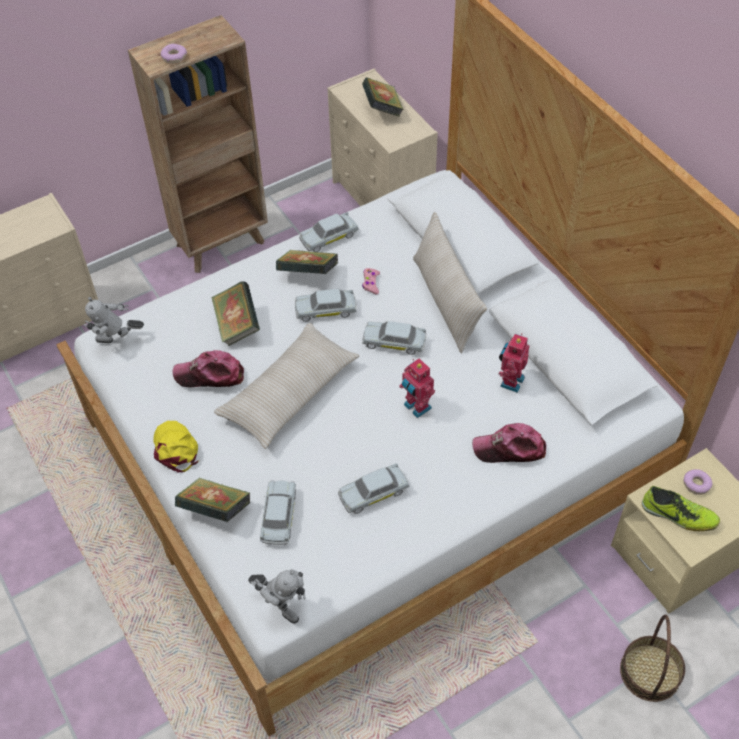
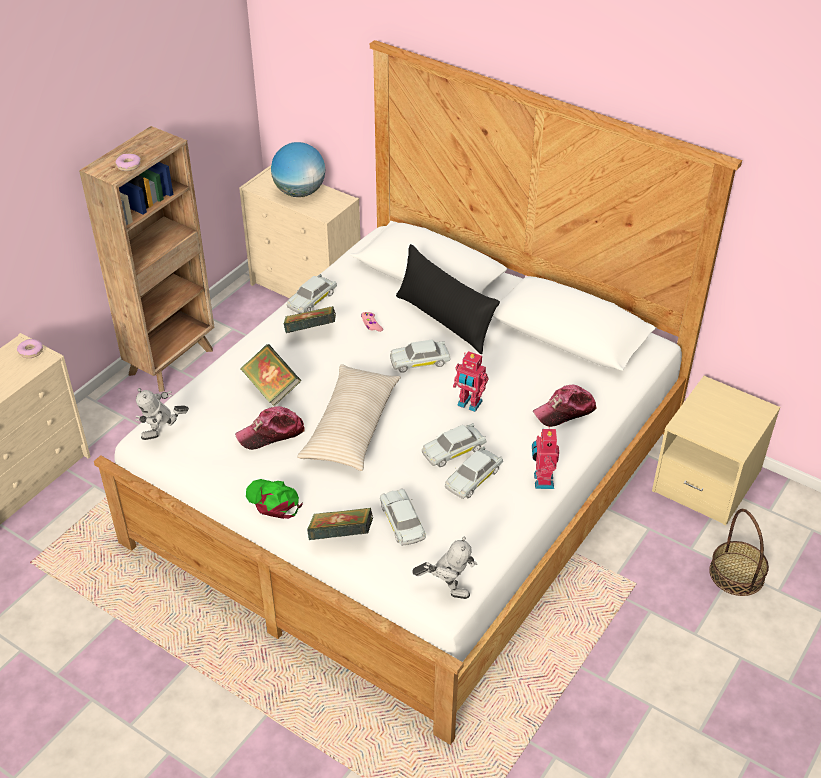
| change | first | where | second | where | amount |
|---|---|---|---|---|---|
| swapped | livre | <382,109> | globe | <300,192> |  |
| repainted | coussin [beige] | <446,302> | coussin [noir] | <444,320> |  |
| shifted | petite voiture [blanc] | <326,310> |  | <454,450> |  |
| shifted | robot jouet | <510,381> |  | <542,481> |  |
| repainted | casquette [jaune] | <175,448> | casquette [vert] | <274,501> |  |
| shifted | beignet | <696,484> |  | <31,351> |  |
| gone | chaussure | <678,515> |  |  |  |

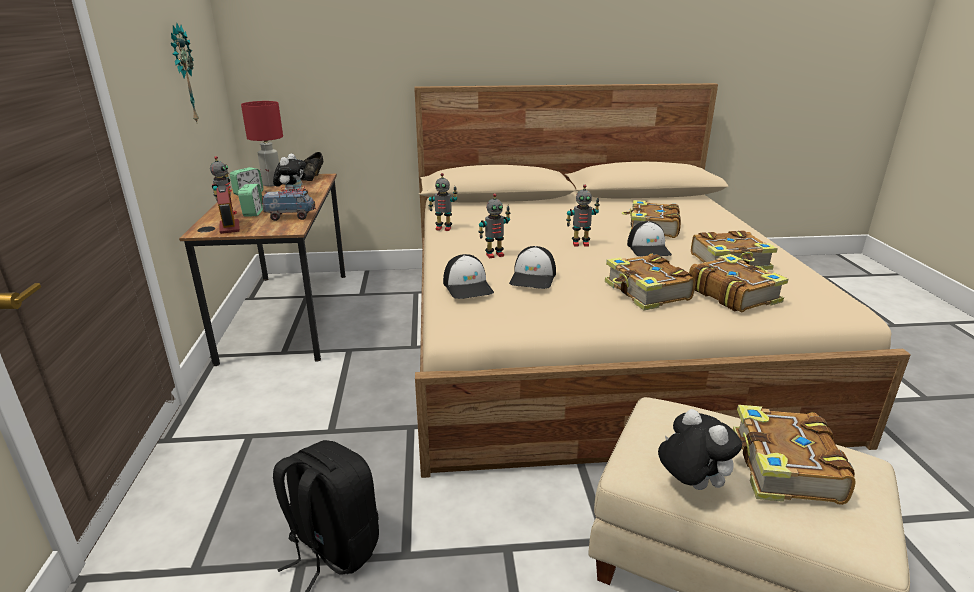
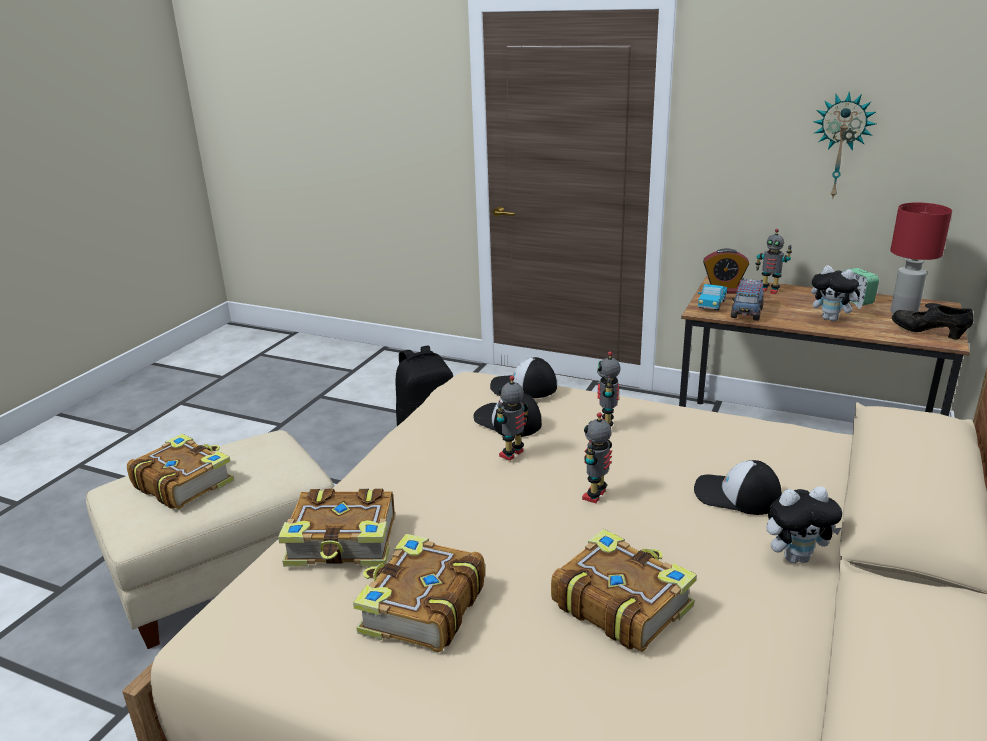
| change | first | where | second | where | amount |
|---|---|---|---|---|---|
| shifted | robot jouet | <443,228> |  | <513,454> |  |
| gone | réveil | <253,213> |  |  |  |
| shifted | casquette | <649,249> |  | <736,495> |  |
| gone | livre | <646,292> |  |  |  |
| shifted | peluche | <690,484> |  | <796,557> |  |
| new |  |  | camion jouet | <711,305> |  |

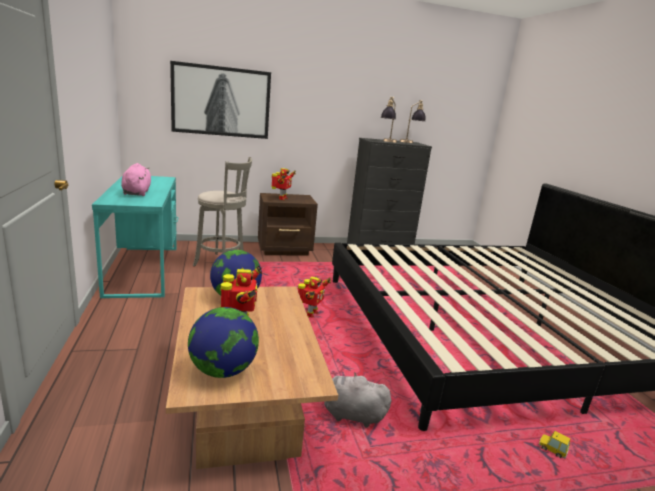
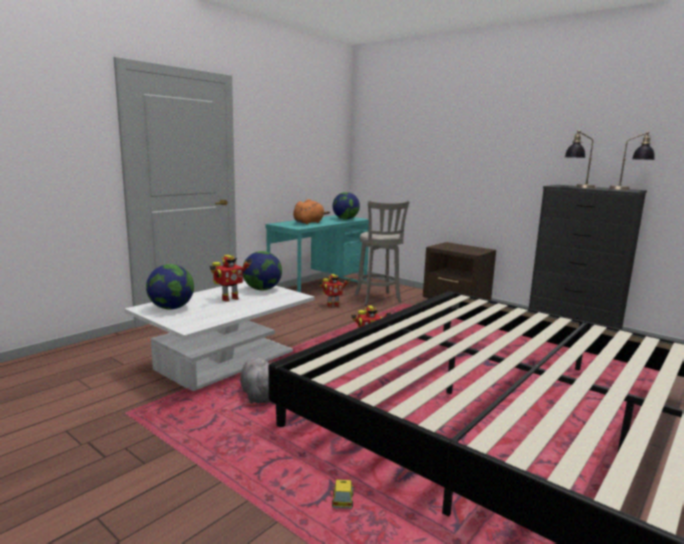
| change | first | where | second | where | amount |
|---|---|---|---|---|---|
| gone | tableau | <221,101> |  |  |  |
| repainted | peluche [rose] | <137,193> | peluche [orange] | <309,222> |  |
| shifted | robot jouet | <282,198> |  | <332,305> |  |
| repainted | table basse [marron] | <244,400> | table basse [blanc] | <226,360> |  |
| new |  |  | globe | <345,219> |  |

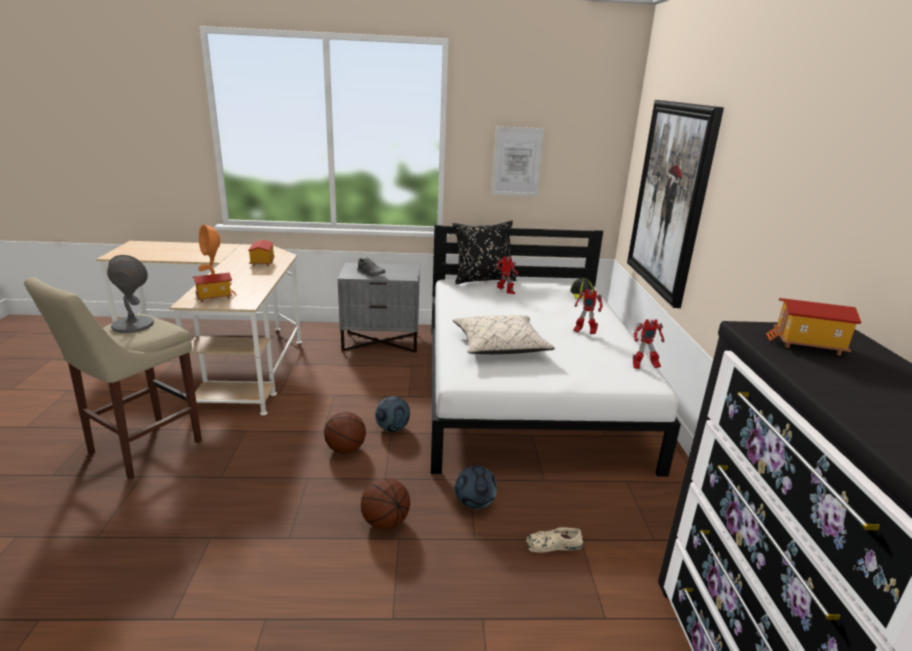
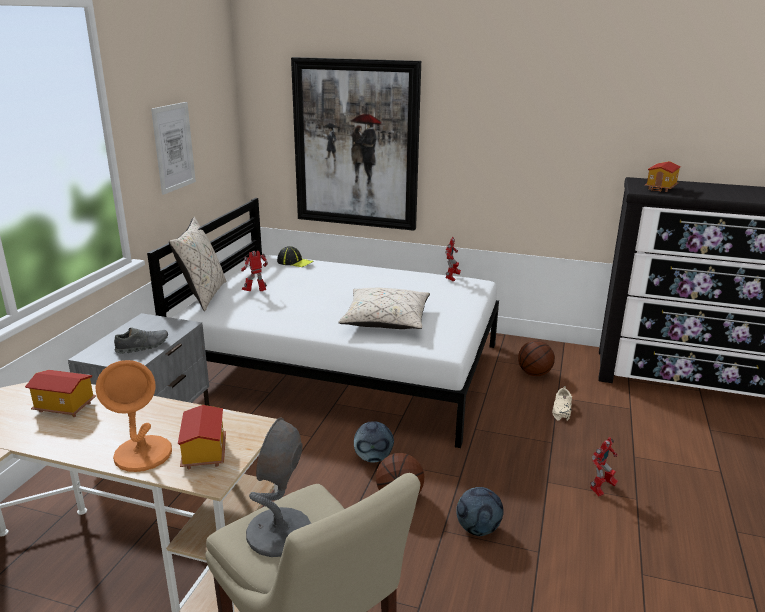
| change | first | where | second | where | amount |
|---|---|---|---|---|---|
| repainted | coussin [noir] | <482,279> | coussin [beige] | <203,295> |  |
| shifted | robot jouet | <584,332> |  | <601,489> |  |
| shifted | ballon de foot | <475,503> |  | <478,529> |  |
| shifted | ballon de basket | <385,522> |  | <534,373> |  |

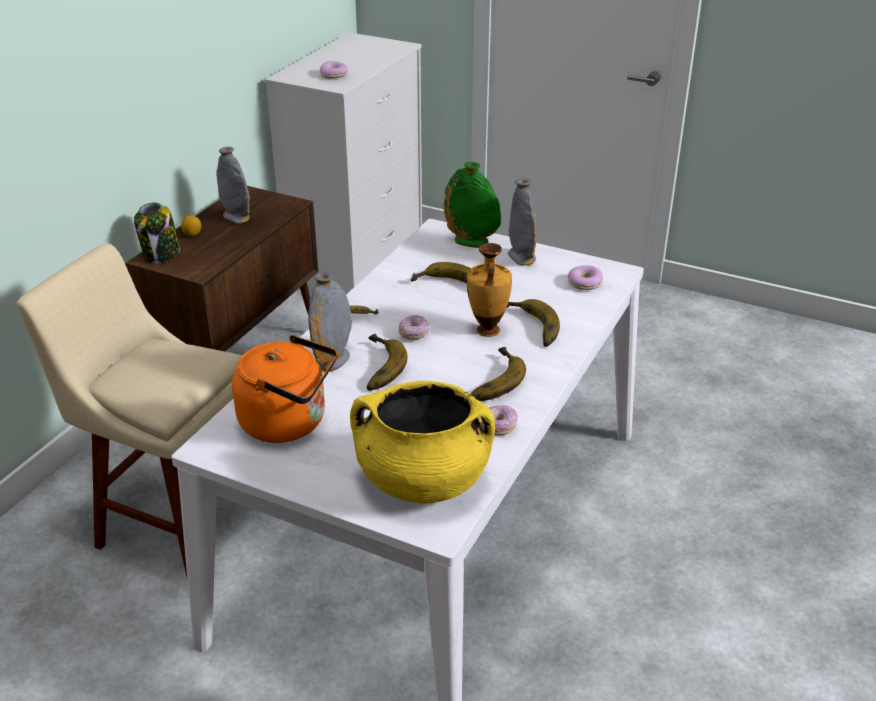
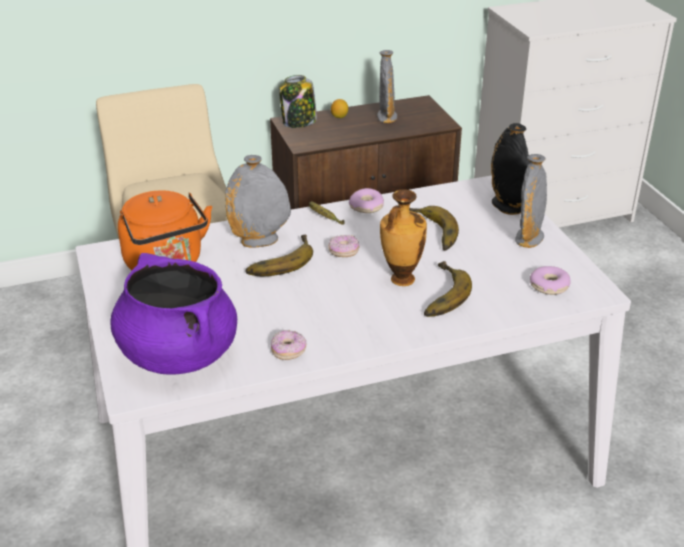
| change | first | where | second | where | amount |
|---|---|---|---|---|---|
| shifted | beignet | <334,75> |  | <367,206> |  |
| repainted | vase [vert] | <471,242> | vase [noir] | <507,206> |  |
| gone | banane | <490,380> |  |  |  |
| repainted | marmite [jaune] | <423,480> | marmite [violet] | <177,354> |  |

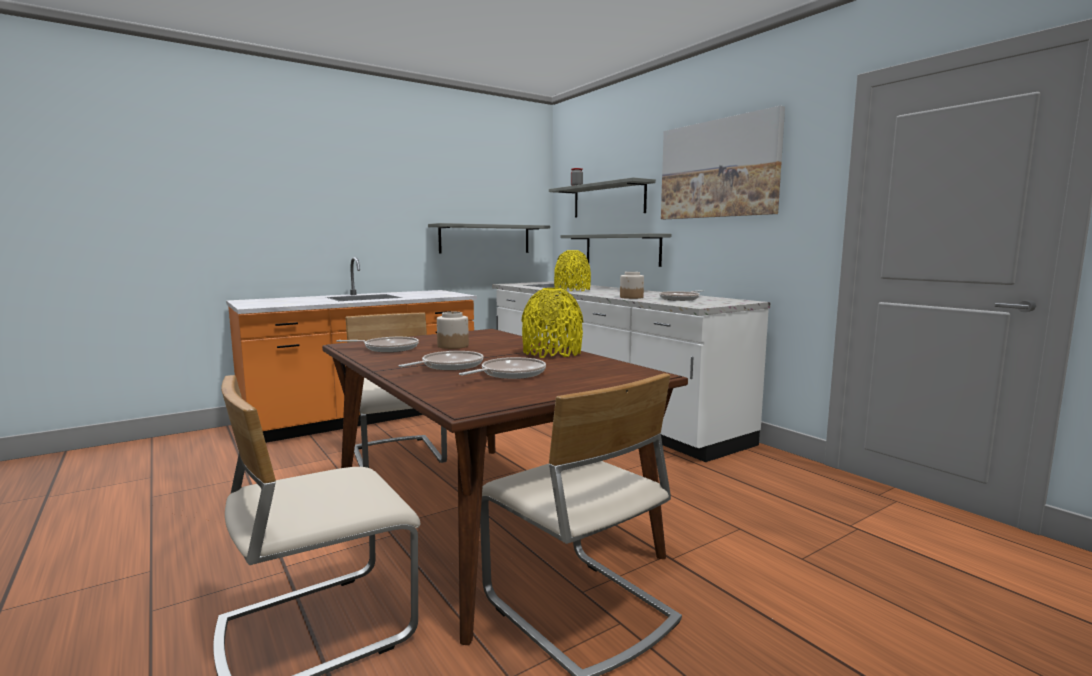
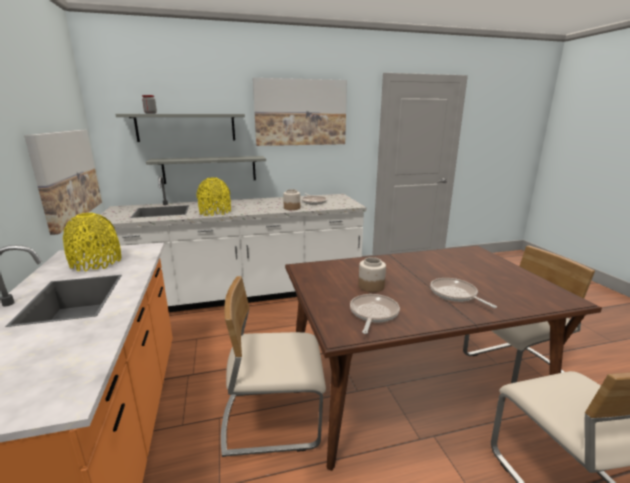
| change | first | where | second | where | amount |
|---|---|---|---|---|---|
| swapped | étagère [gris] | <485,239> | tableau | <67,175> |  |
| shifted | vase [jaune] | <552,353> |  | <96,263> |  |
| gone | poêle | <510,374> |  |  |  |

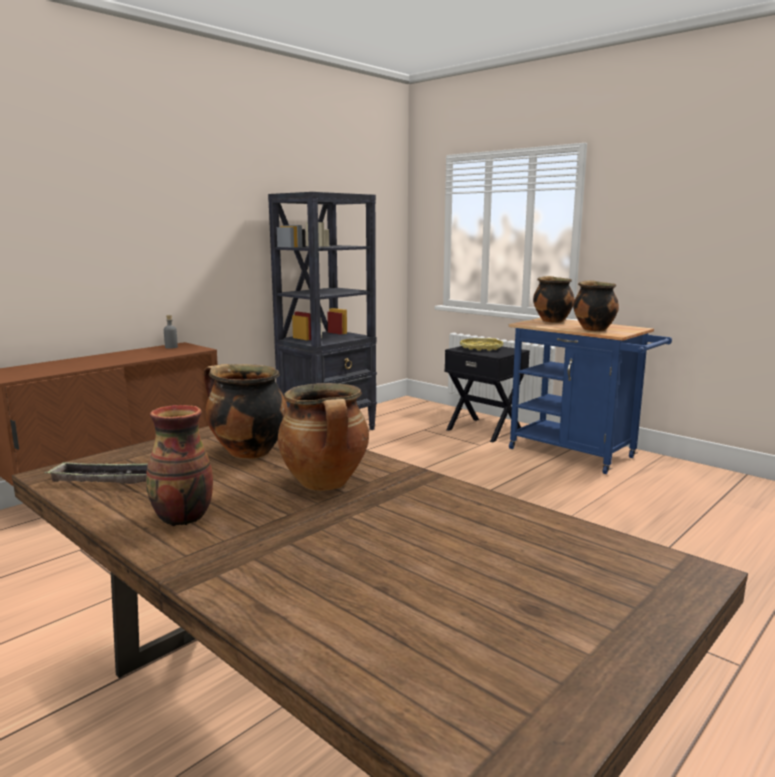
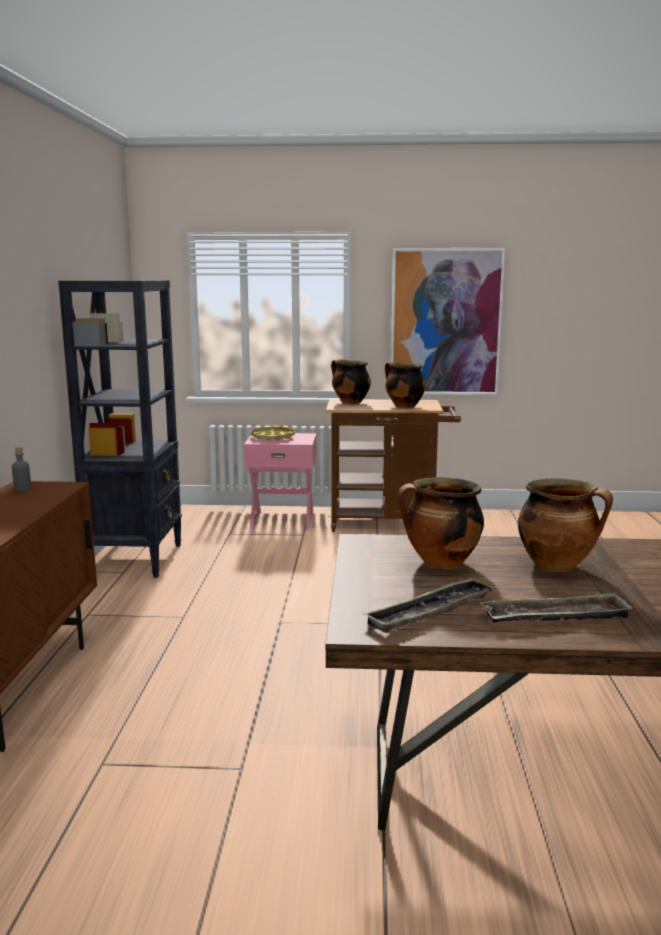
| change | first | where | second | where | amount |
|---|---|---|---|---|---|
| repainted | chariot [bleu] | <578,454> | chariot [marron] | <389,523> |  |
| repainted | table de chevet [noir] | <484,429> | table de chevet [rose] | <282,520> |  |
| swapped | vase | <182,518> | plateau | <555,617> |  |
| new |  |  | tableau | <445,322> |  |

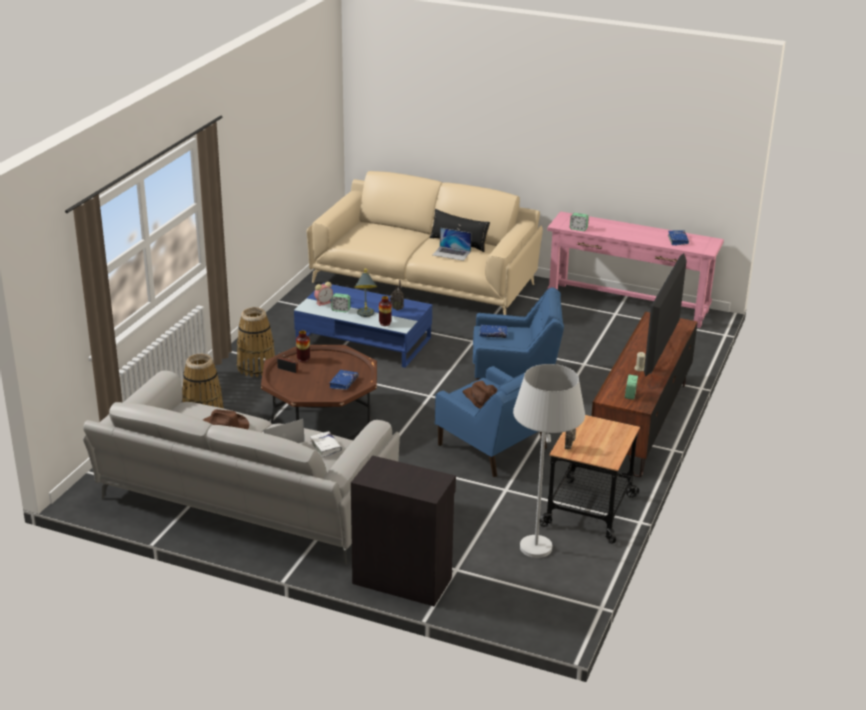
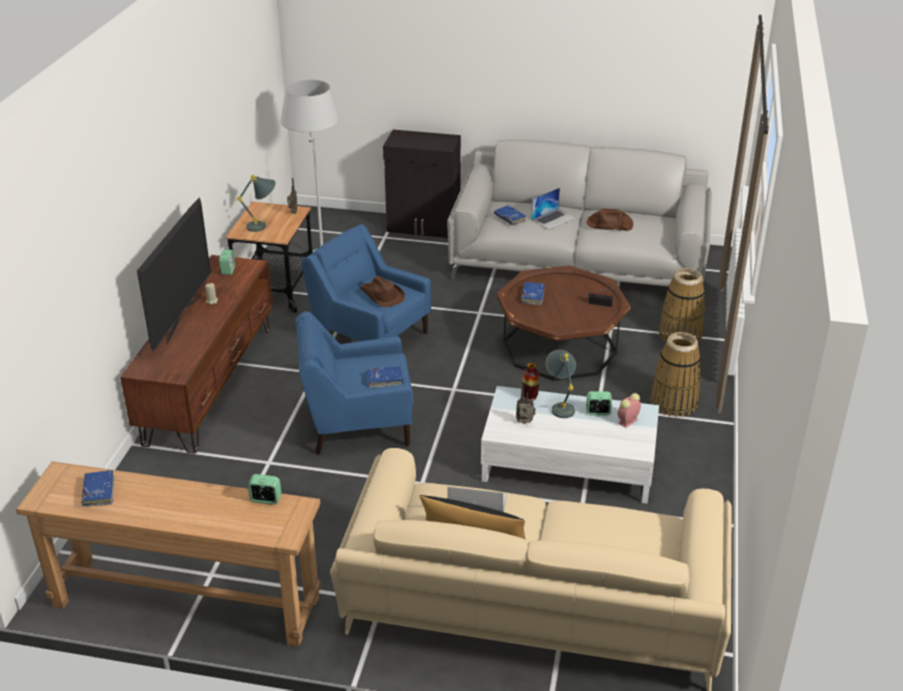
| change | first | where | second | where | amount |
|---|---|---|---|---|---|
| repainted | table console [rose] | <628,304> | table console [marron] | <186,601> |  |
| repainted | table basse [bleu] | <363,340> | table basse [blanc] | <568,463> |  |
| gone | vase | <303,359> |  |  |  |
| repainted | livre [blanc] | <325,447> | livre [bleu] | <510,218> |  |
| new |  |  | lampe de table [gris] | <263,226> |  |

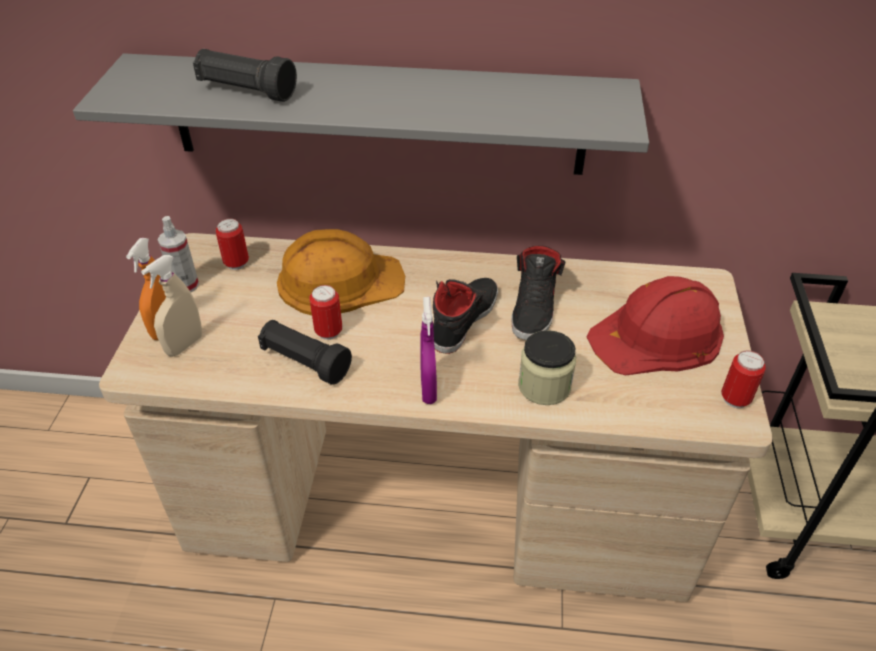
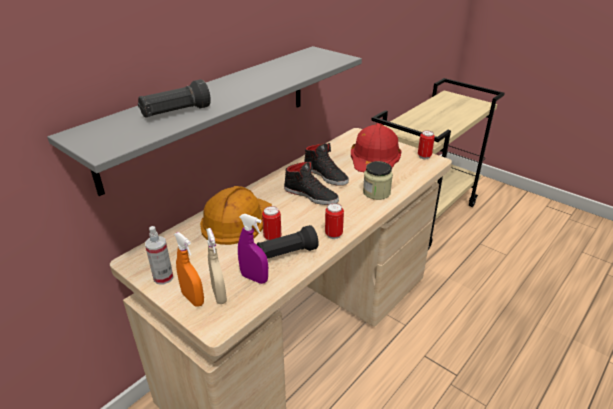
| change | first | where | second | where | amount |
|---|---|---|---|---|---|
| shifted | boîte métallique | <236,263> |  | <333,234> |  |
| rotated | chaussure [noir] | <464,318> |  | <311,195> | 150 degrees clockwise |
| shifted | vaporisateur [violet] | <428,389> |  | <254,278> |  |

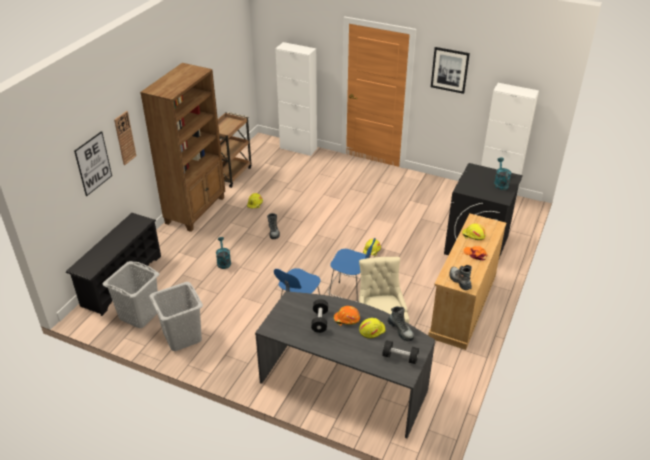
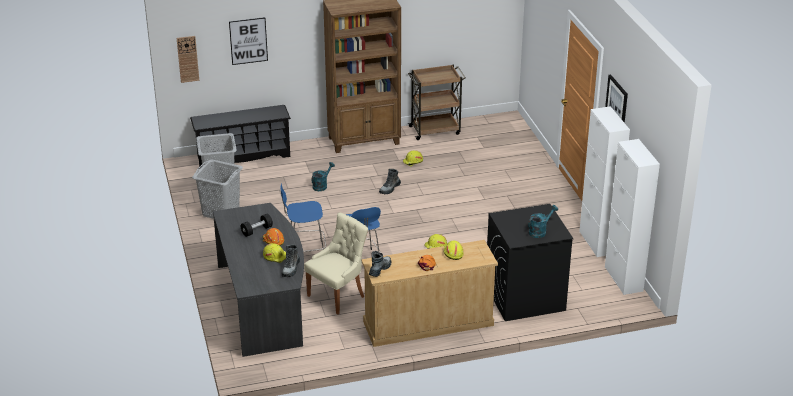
| change | first | where | second | where | amount |
|---|---|---|---|---|---|
| shifted | meuble de rangement [blanc] | <298,148> |  | <597,242> |  |
| shifted | horloge murale | <125,138> |  | <187,59> |  |
| gone | haltère [noir] | <400,357> |  |  |  |

